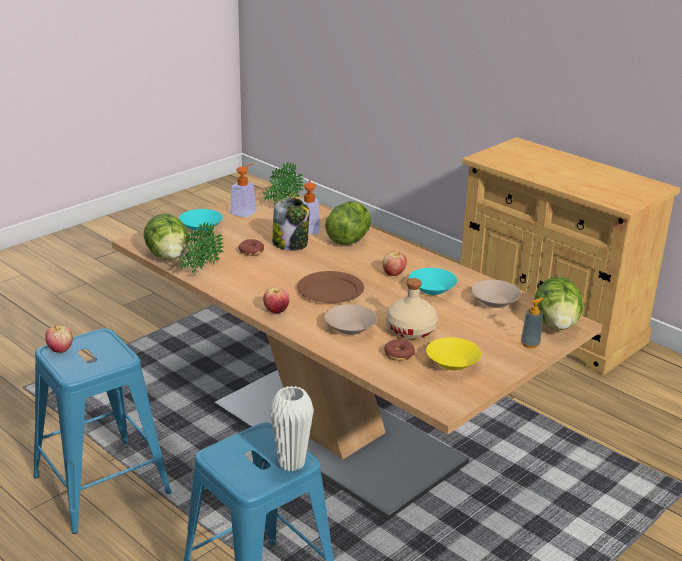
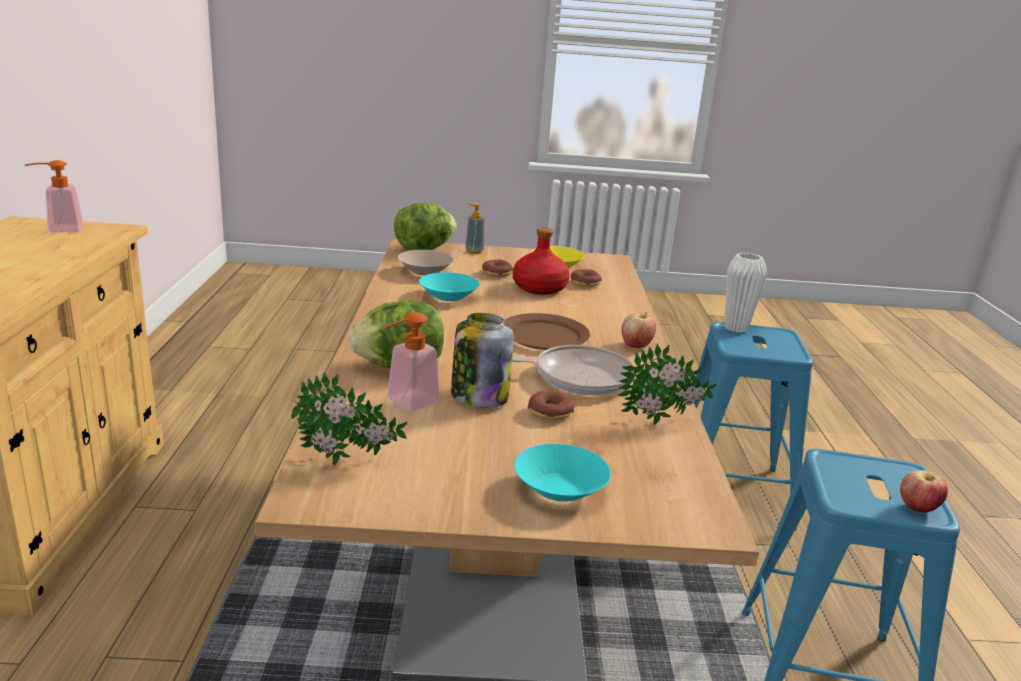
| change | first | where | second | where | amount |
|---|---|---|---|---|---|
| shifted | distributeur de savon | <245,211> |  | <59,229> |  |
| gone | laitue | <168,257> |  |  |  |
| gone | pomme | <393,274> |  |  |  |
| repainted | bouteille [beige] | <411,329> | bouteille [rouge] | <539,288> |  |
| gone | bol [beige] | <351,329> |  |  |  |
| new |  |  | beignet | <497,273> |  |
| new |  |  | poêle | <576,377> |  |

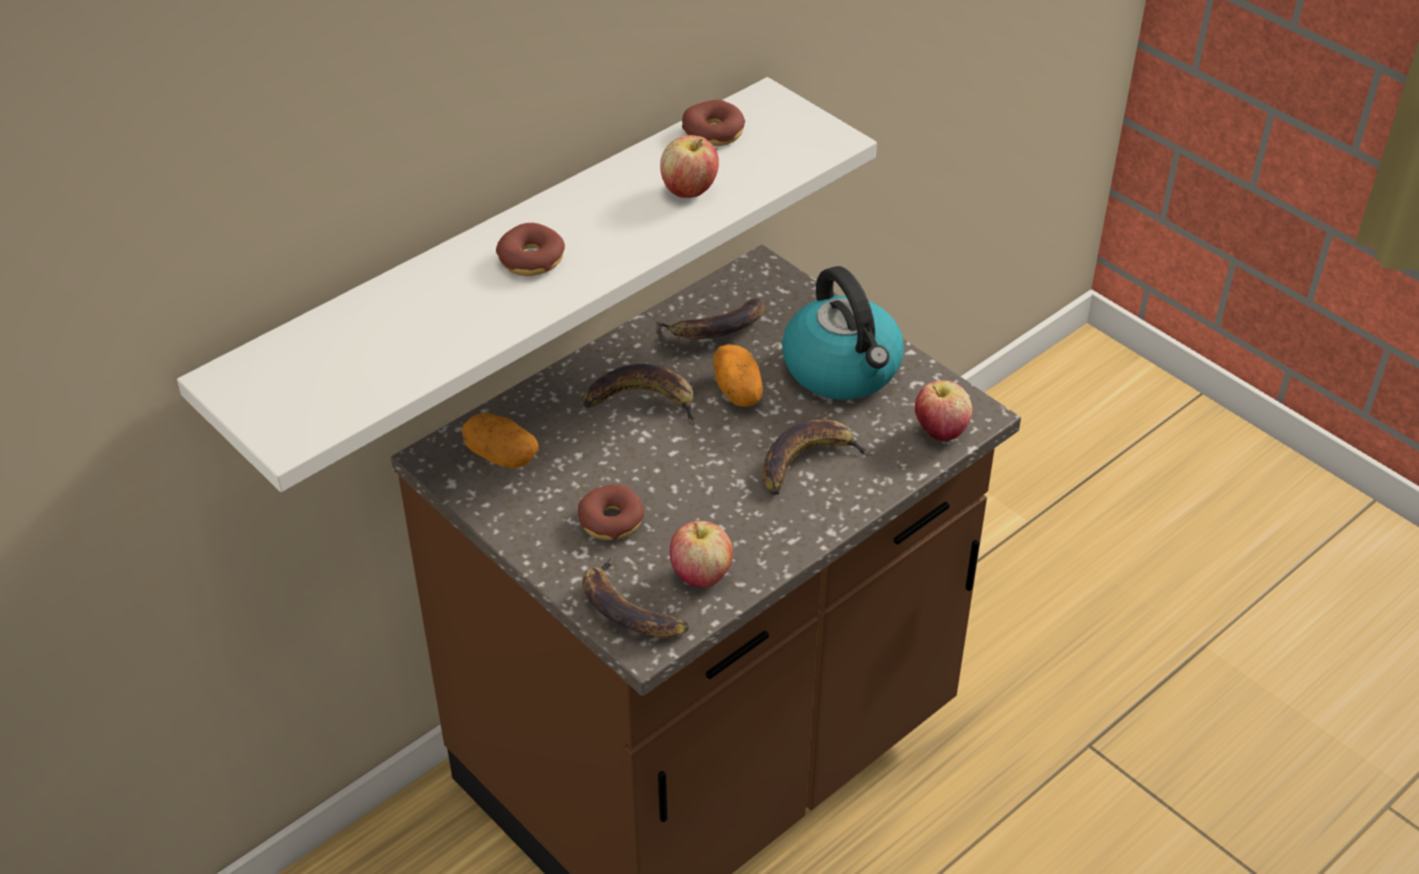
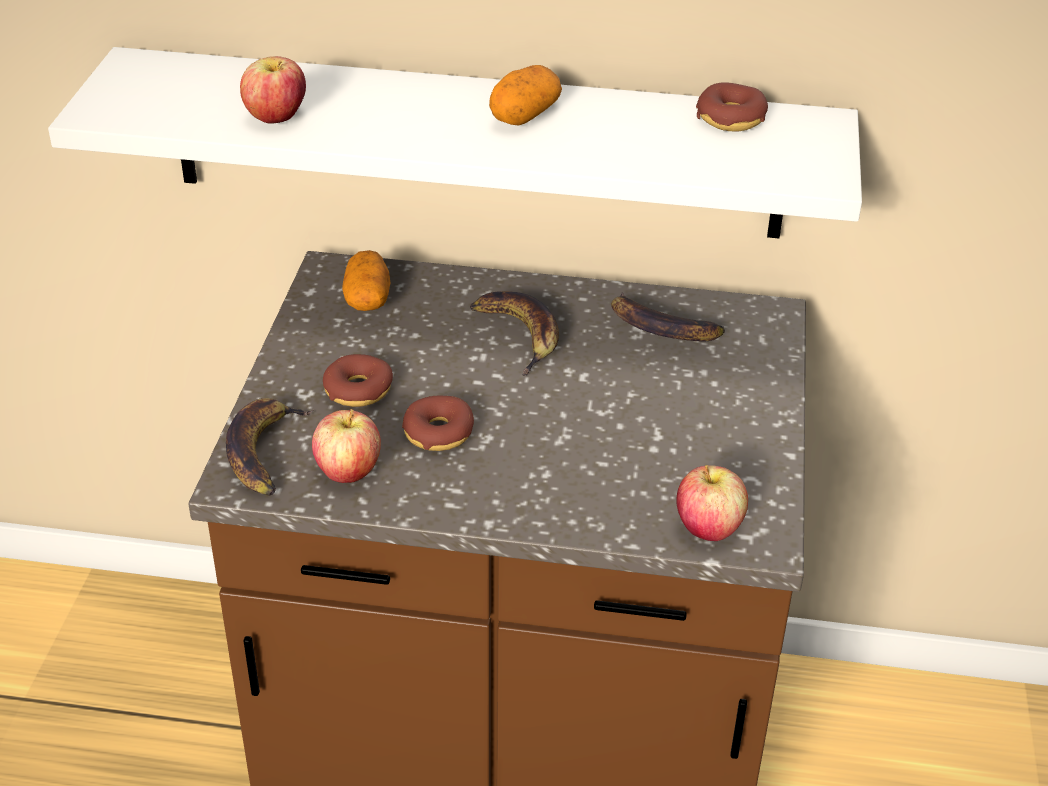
| change | first | where | second | where | amount |
|---|---|---|---|---|---|
| shifted | pomme | <689,190> |  | <276,118> |  |
| shifted | beignet | <531,259> |  | <438,433> |  |
| gone | bouilloire | <843,369> |  |  |  |
| shifted | pomme de terre | <737,390> |  | <524,115> |  |
| gone | banane | <807,462> |  |  |  |

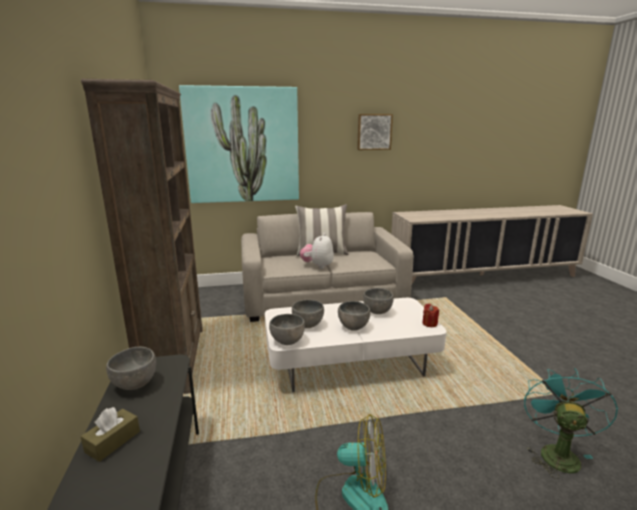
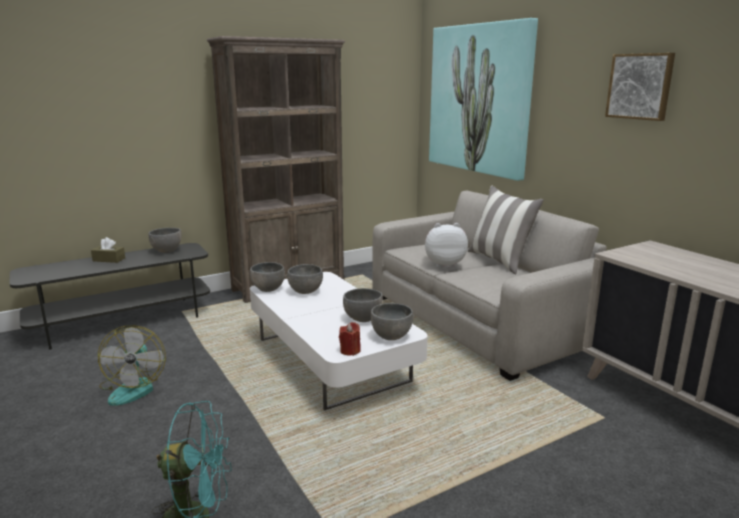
| change | first | where | second | where | amount |
|---|---|---|---|---|---|
| shifted | bol [gris] | <353,327> |  | <391,336> |  |

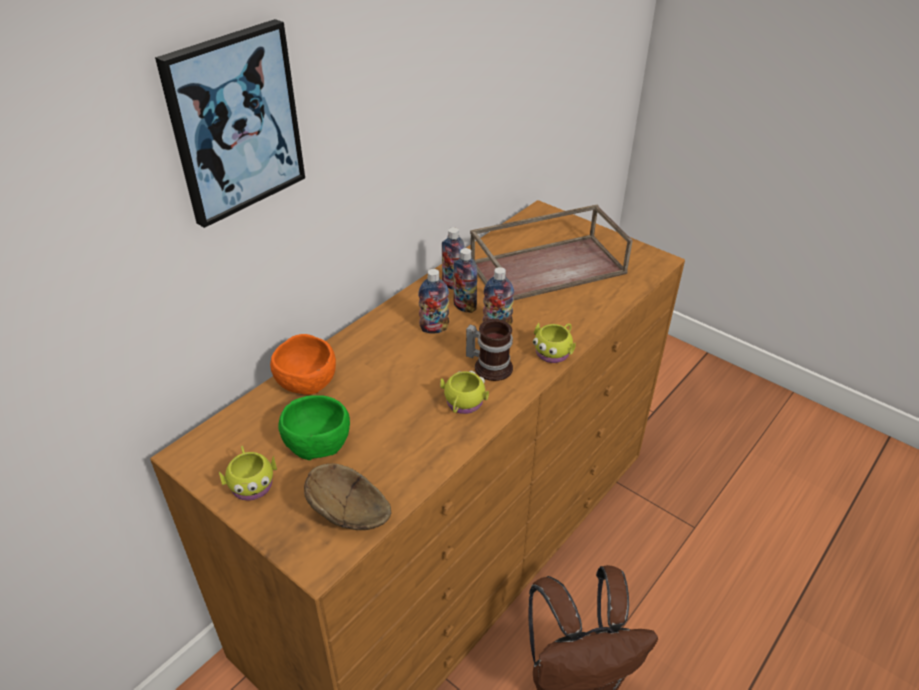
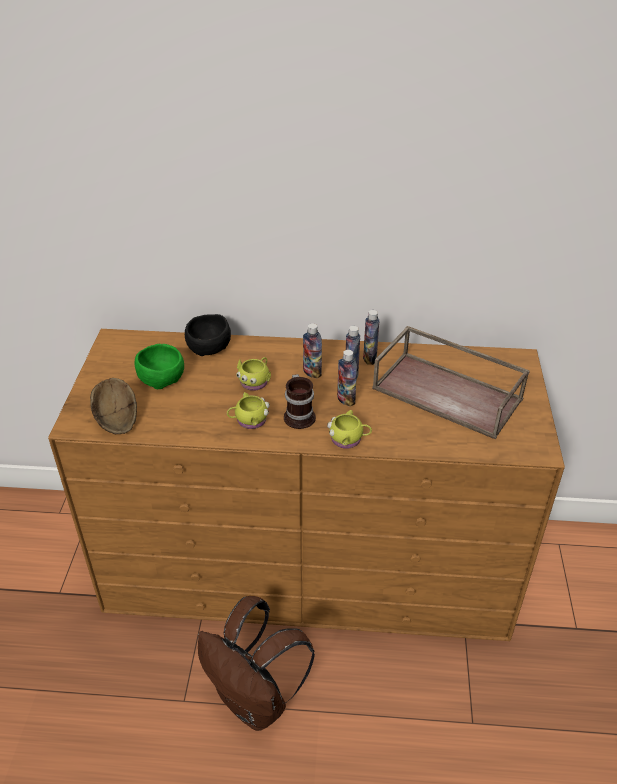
| change | first | where | second | where | amount |
|---|---|---|---|---|---|
| gone | tableau | <234,123> |  |  |  |
| repainted | bol [orange] | <306,381> | bol [noir] | <208,347> |  |
| shifted | mug [jaune] | <251,483> |  | <255,381> |  |

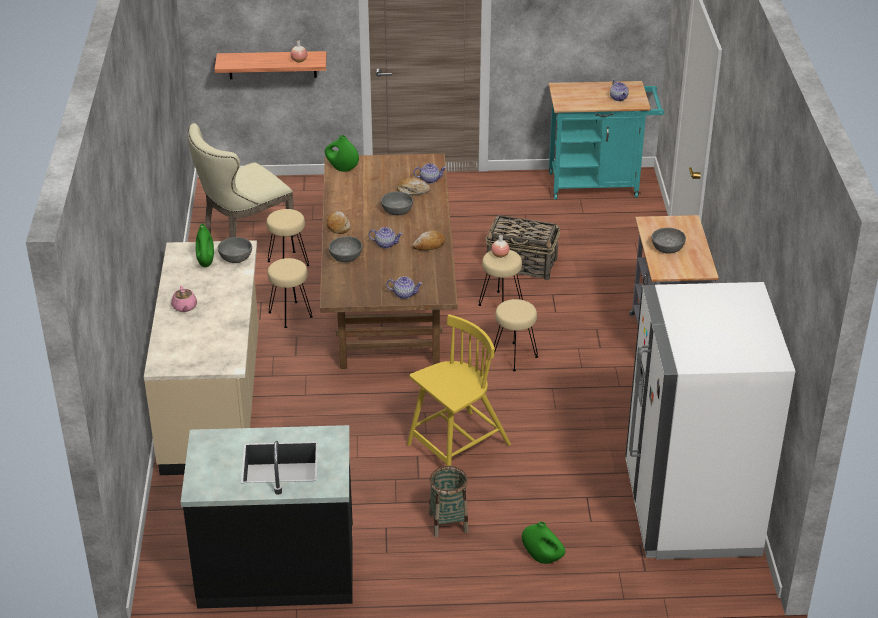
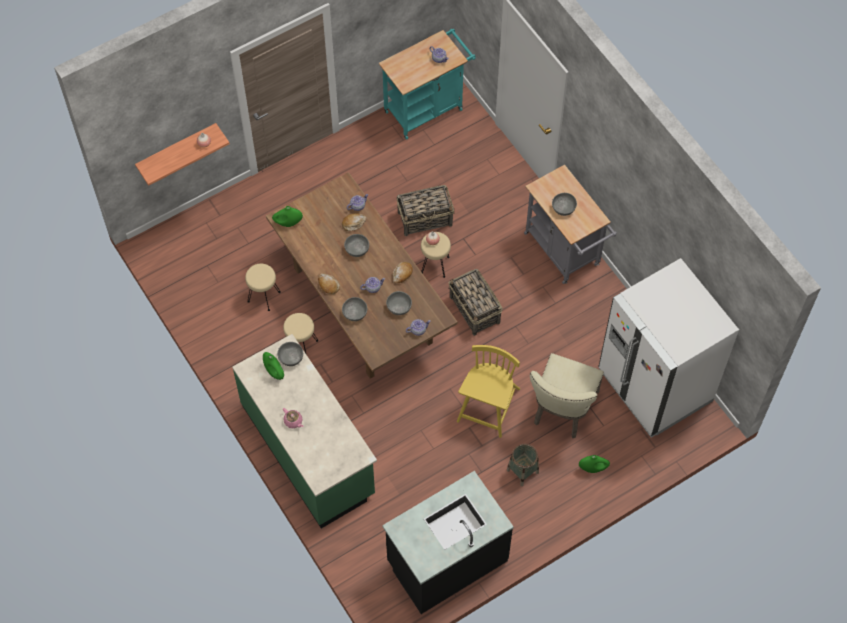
| change | first | where | second | where | amount |
|---|---|---|---|---|---|
| shifted | chaise [beige] | <243,236> |  | <562,410> |  |
| repainted | comptoir de cuisine [beige] | <214,402> | comptoir de cuisine [vert] | <309,450> |  |
| swapped | tabouret [beige] | <514,357> | panier | <475,310> |  |
| new |  |  | bol [gris] | <399,307> |  |

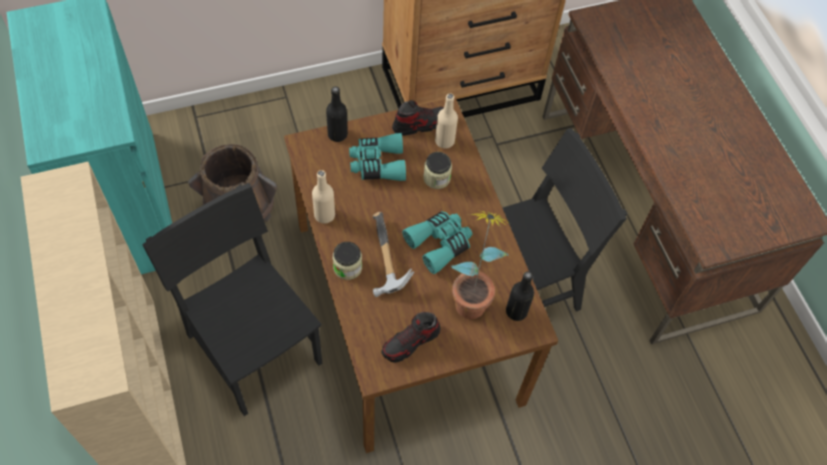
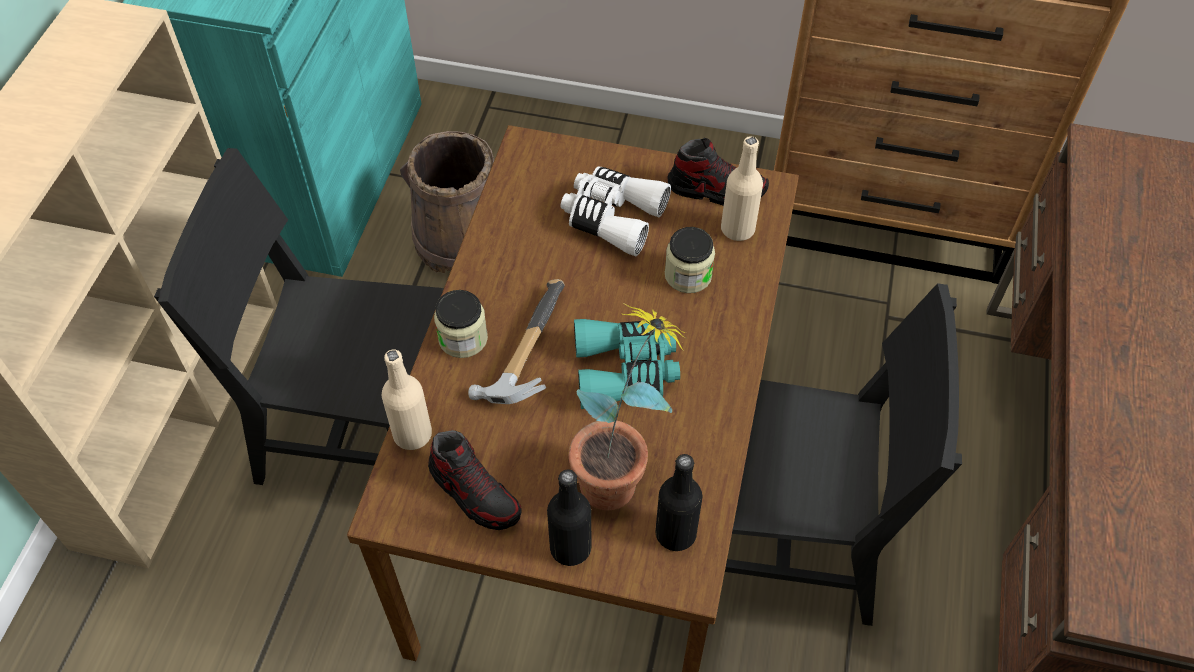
| change | first | where | second | where | amount |
|---|---|---|---|---|---|
| shifted | bouteille [noir] | <337,134> |  | <570,548> |  |
| repainted | jumelles [turquoise] | <377,163> | jumelles [blanc] | <612,217> |  |
| shifted | bouteille [beige] | <324,215> |  | <412,434> |  |
| rotated | chaise [noir] | <254,348> |  | <356,430> | 75 degrees counterclockwise |
| rotated | chaussure | <410,342> |  | <475,493> | 135 degrees counterclockwise |

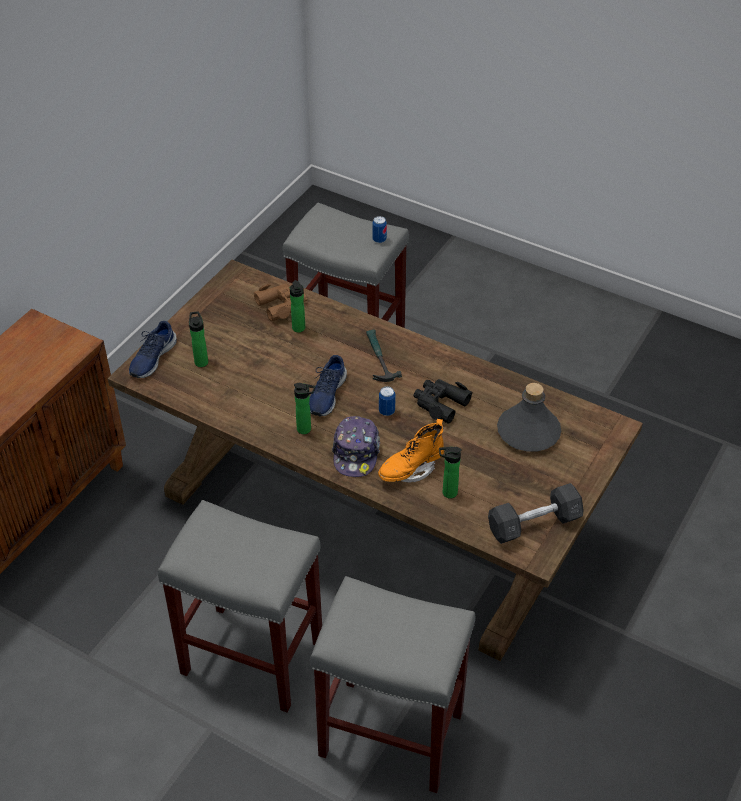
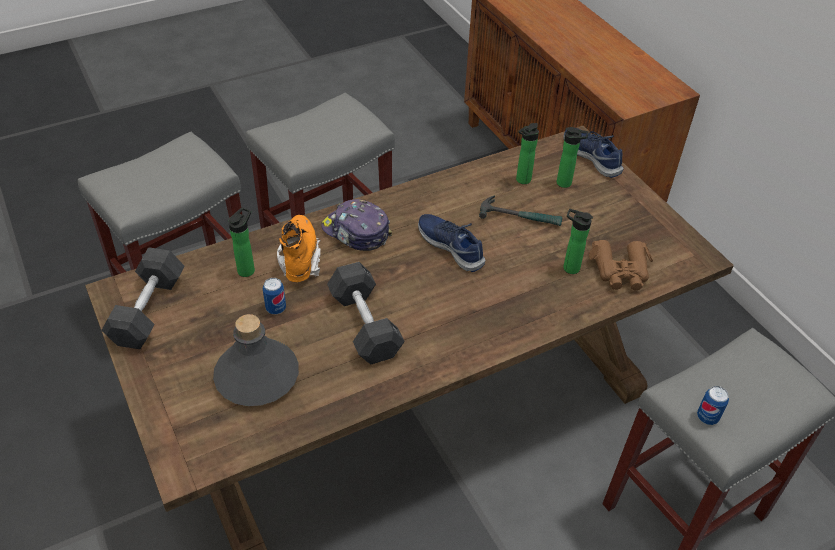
| change | first | where | second | where | amount |
|---|---|---|---|---|---|
| shifted | marteau | <378,358> |  | <520,217> |  |
| swapped | jumelles [noir] | <440,403> | haltère [gris] | <365,325> |  |
| shifted | bouteille | <306,429> |  | <521,180> |  |
| shifted | boîte métallique | <386,411> |  | <276,308> |  |

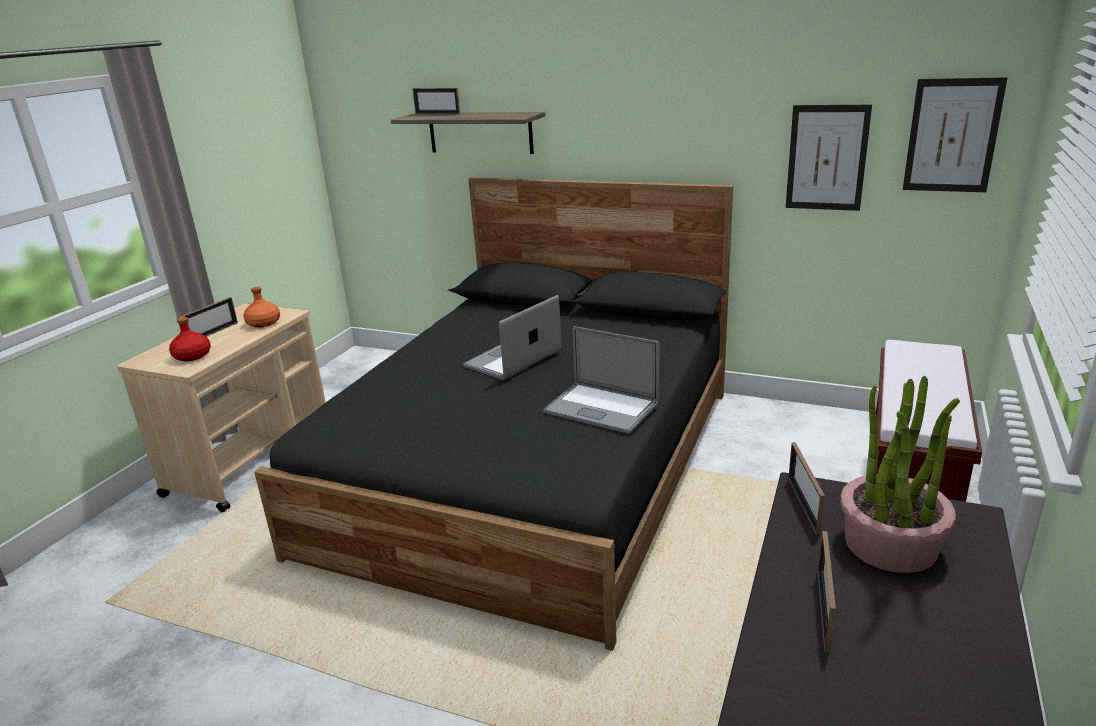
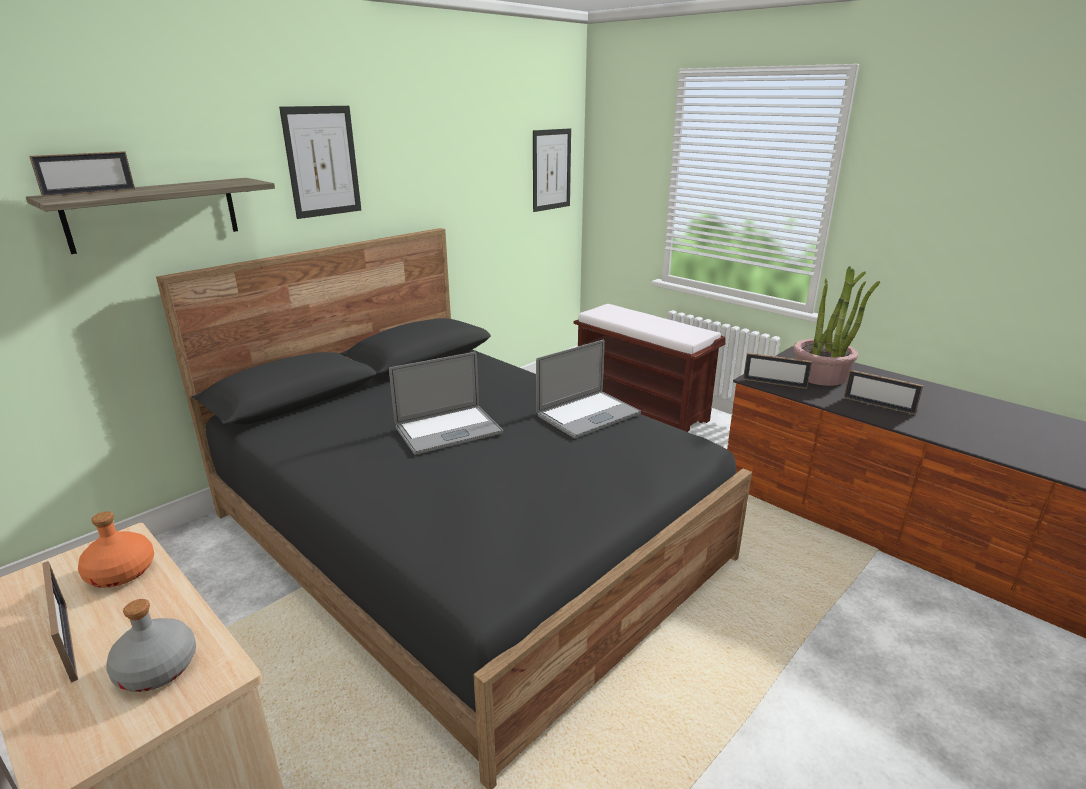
| change | first | where | second | where | amount |
|---|---|---|---|---|---|
| shifted | tableau | <827,158> |  | <322,162> |  |
| rotated | ordinateur portable | <513,358> |  | <448,430> | 90 degrees counterclockwise |
| repainted | bouteille [rouge] | <192,356> | bouteille [gris] | <156,669> |  |

